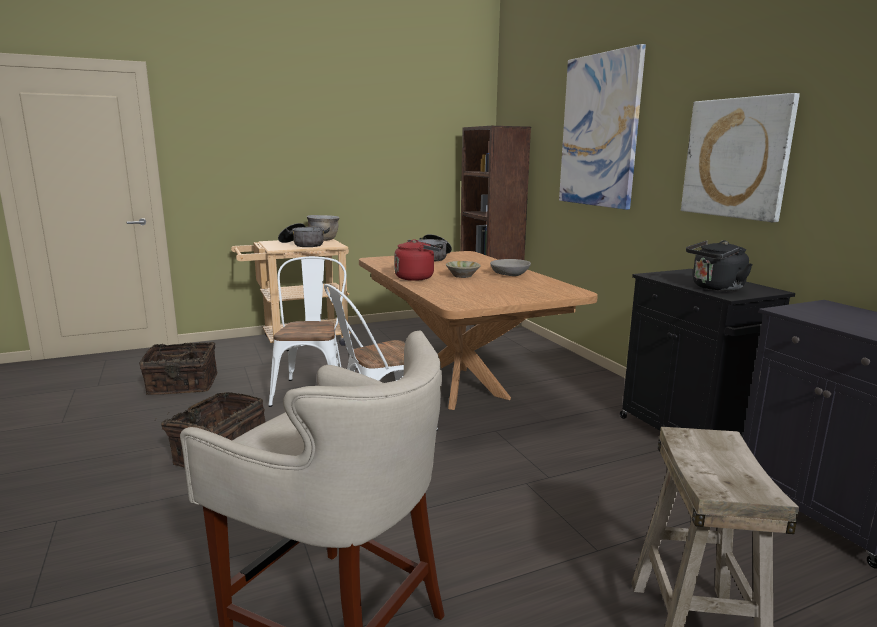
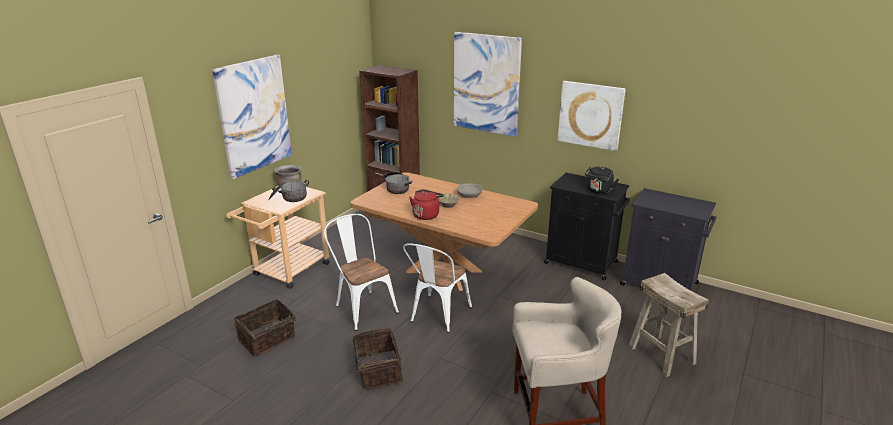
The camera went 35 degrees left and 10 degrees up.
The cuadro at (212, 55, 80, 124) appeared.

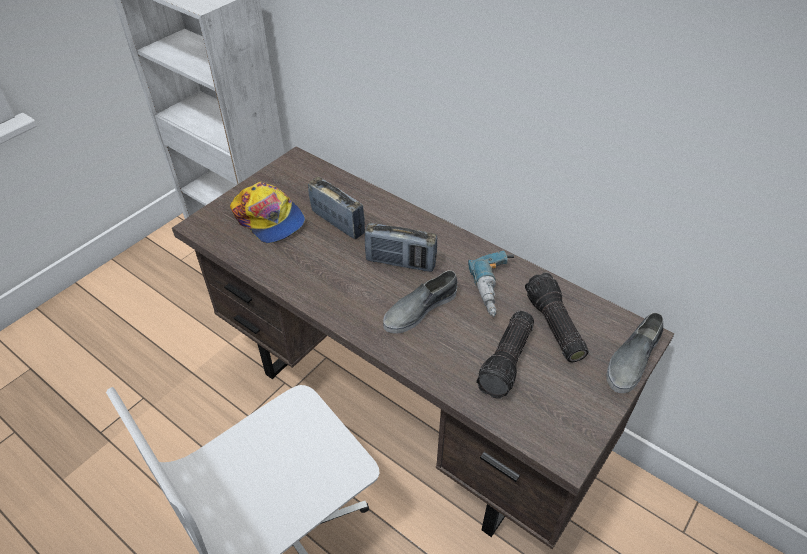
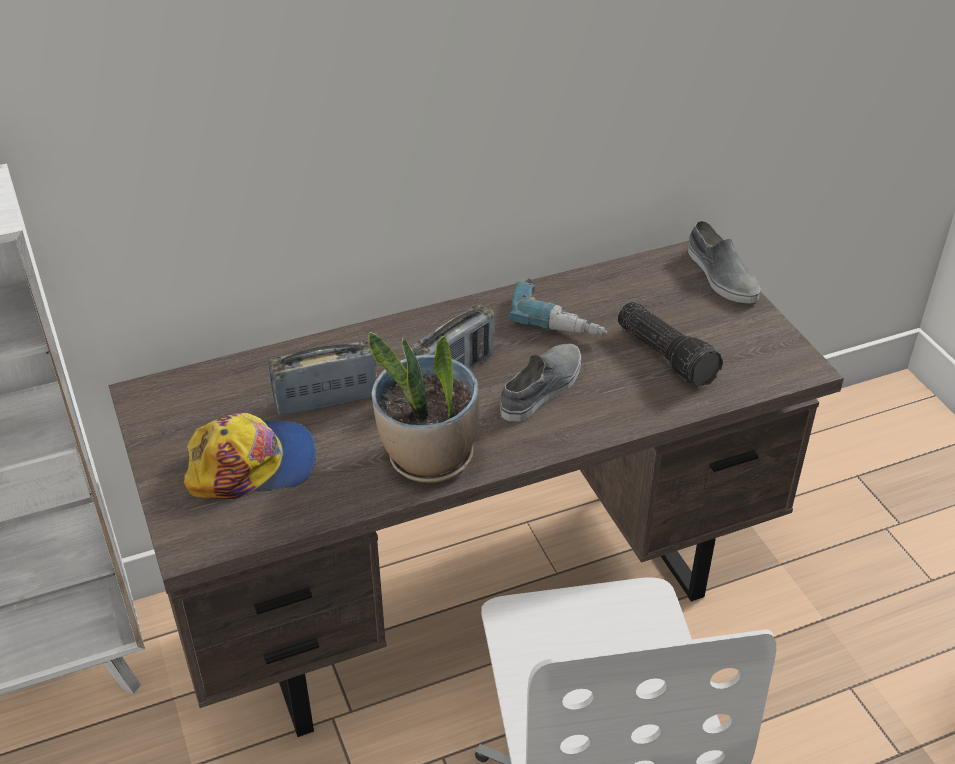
The camera went 60 degrees left and 5 degrees down.
The linterna at (525, 273, 64, 90) disappeared.
The planta en maceta at (368, 332, 111, 151) appeared.
The zapato (gris) at (383, 270, 75, 64) turned 135 degrees counterclockwise.

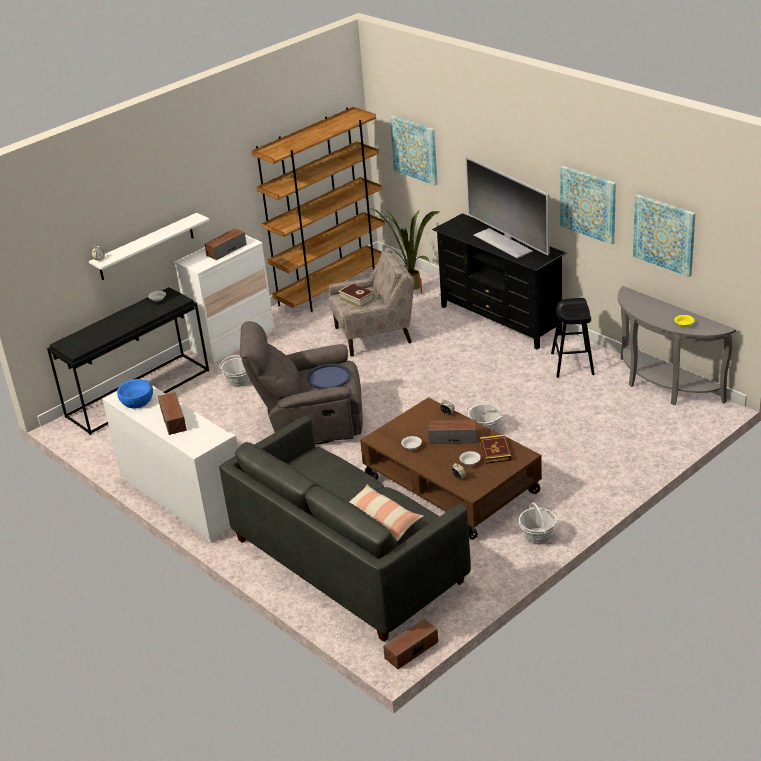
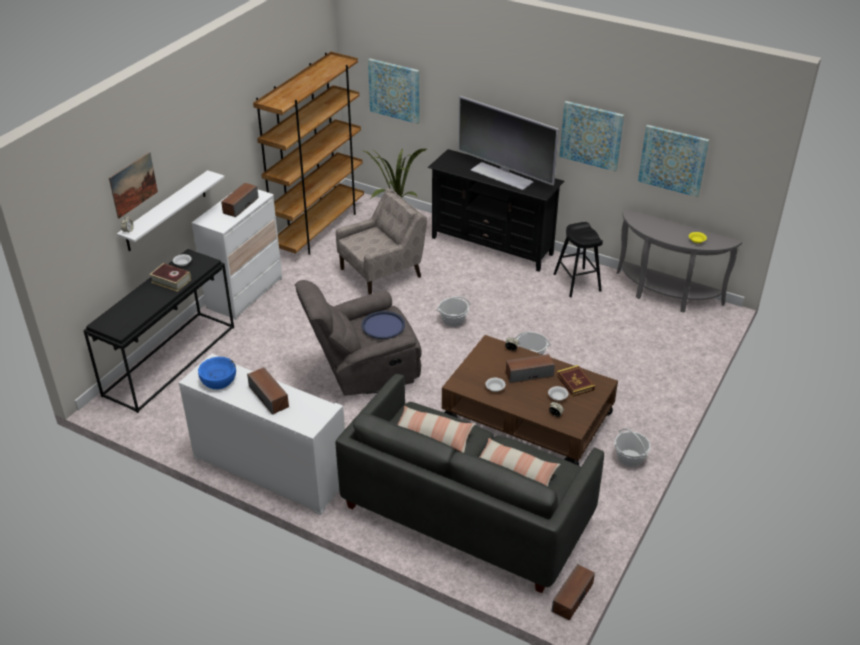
The camera went 20 degrees left and 5 degrees up.
The cuadro at (109, 152, 49, 67) appeared.
The cojín at (397, 406, 78, 47) appeared.
The cesta moved from (218, 355, 32, 32) to (437, 296, 33, 31).
The libro moved from (338, 283, 37, 25) to (149, 263, 42, 29).

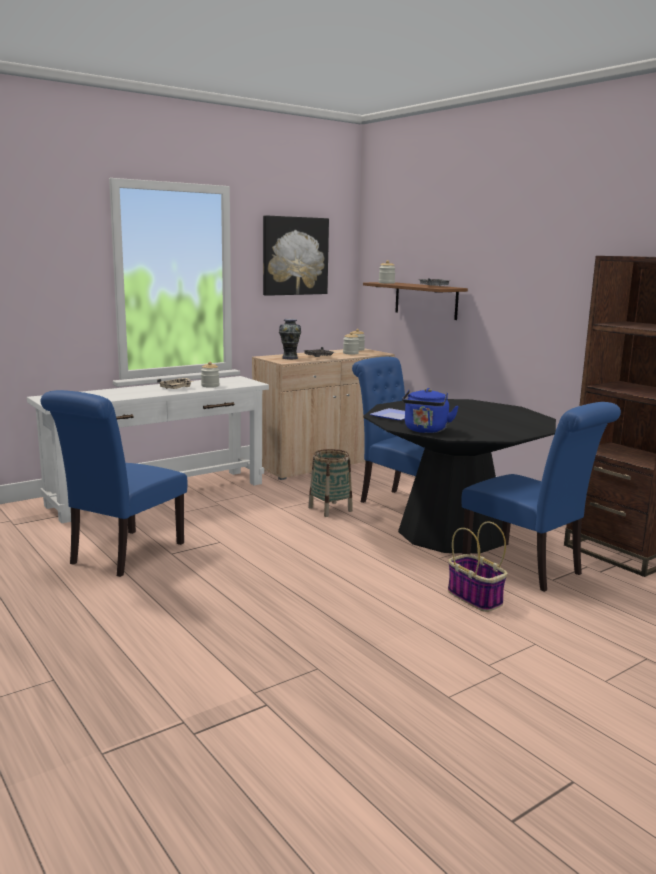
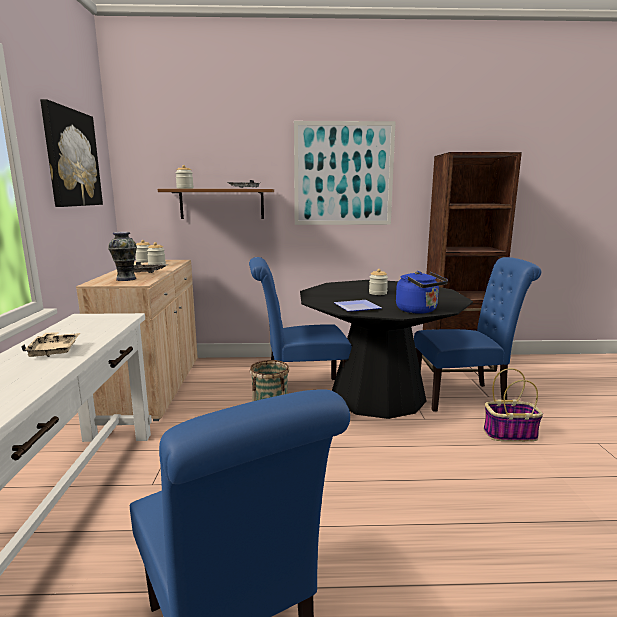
The camera went 55 degrees left and 0 degrees up.
The cuadro at (294, 121, 102, 104) appeared.
The tarro moved from (201, 362, 18, 26) to (369, 269, 19, 26).

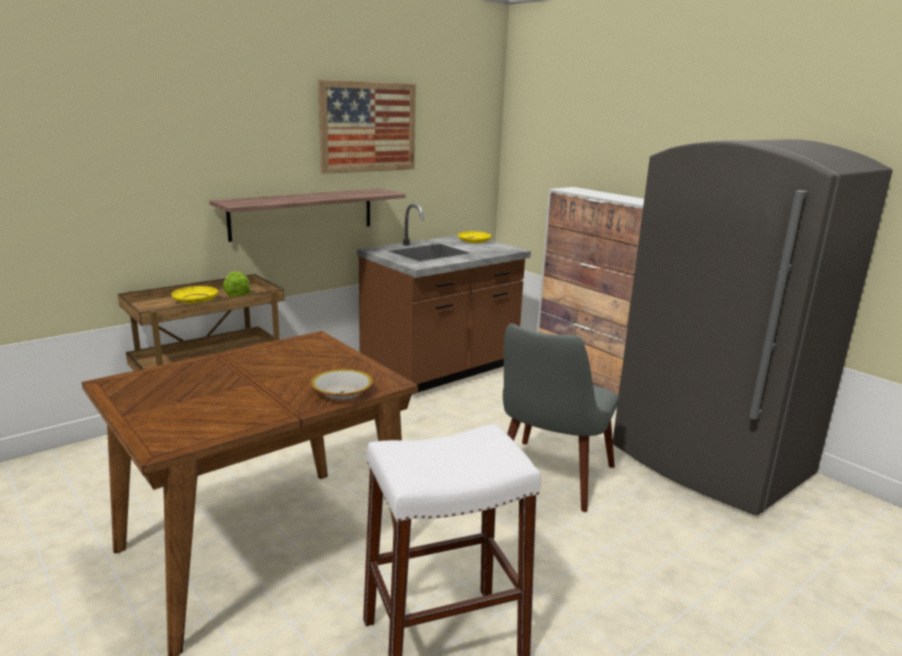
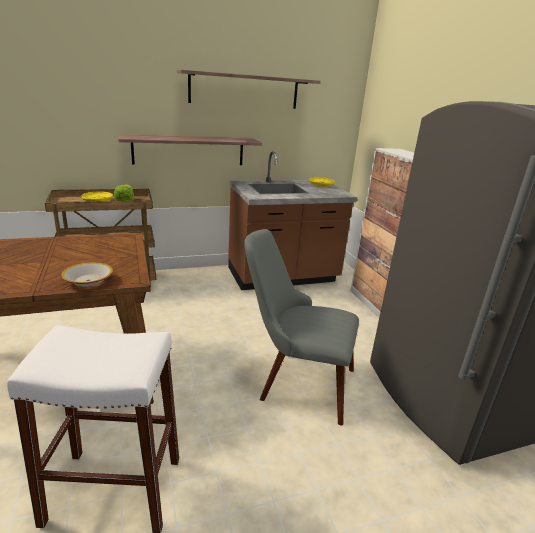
The camera went 20 degrees right and 5 degrees up.
The cuadro at (318, 80, 98, 94) was replaced by the estante at (177, 70, 144, 39).
The silla (gris) at (503, 323, 116, 189) turned 60 degrees clockwise.

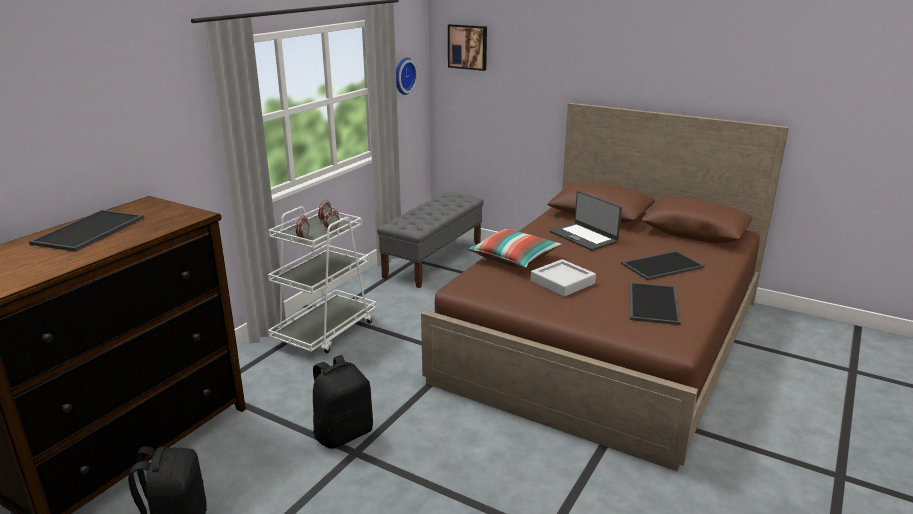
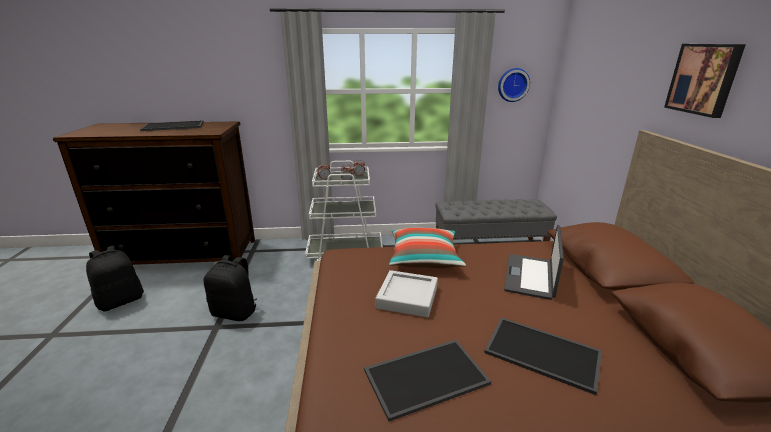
The camera went 55 degrees right and 0 degrees up.
The cuadro moved from (448, 24, 39, 47) to (664, 44, 82, 74).

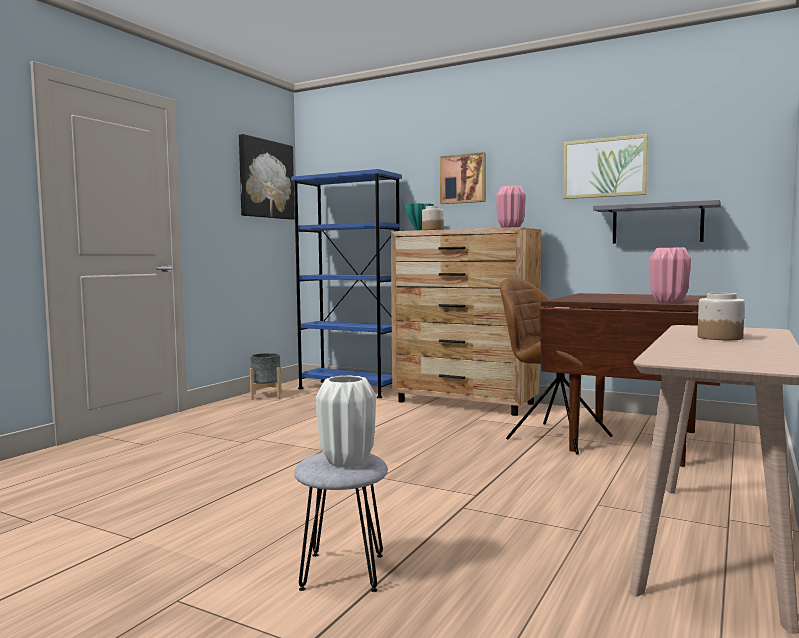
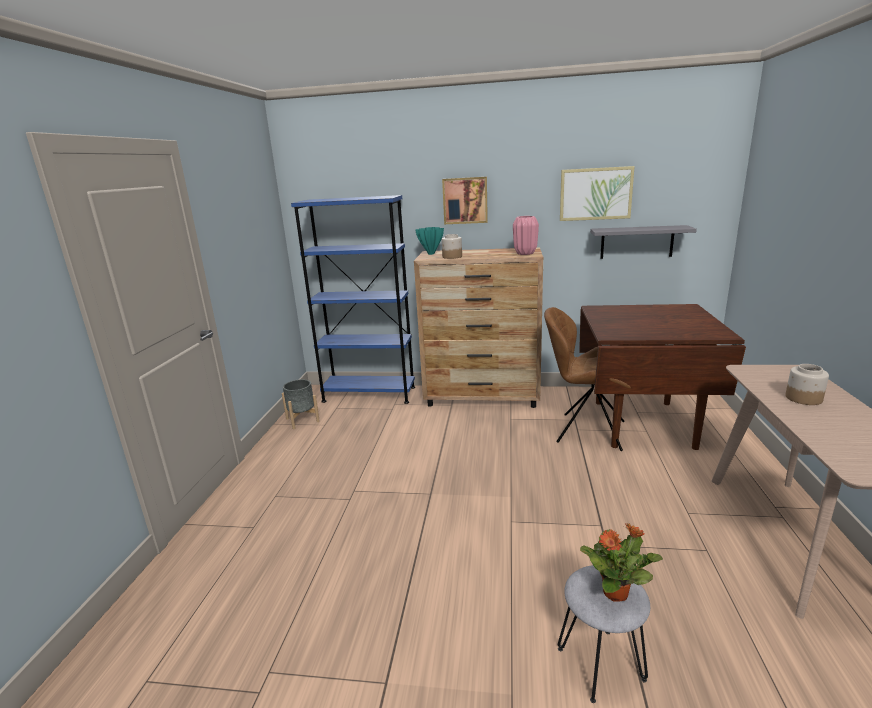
The camera went 20 degrees left and 15 degrees up.
The cuadro at (239, 134, 56, 86) disappeared.
The florero (rosa) at (650, 248, 41, 54) disappeared.
The florero (blanco) at (316, 375, 60, 92) was replaced by the planta en maceta at (580, 523, 83, 78).

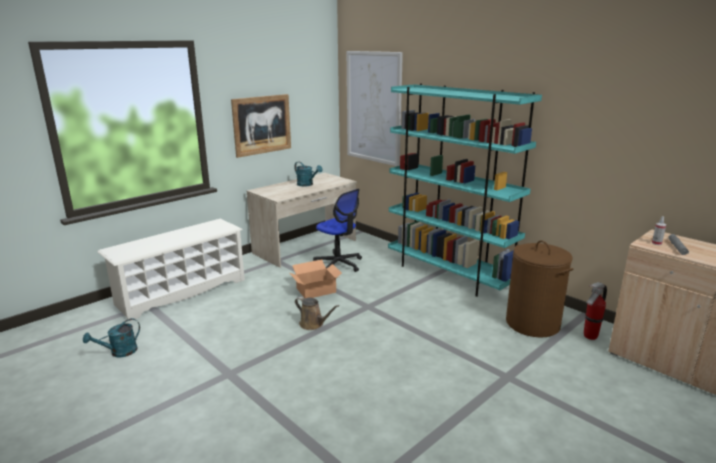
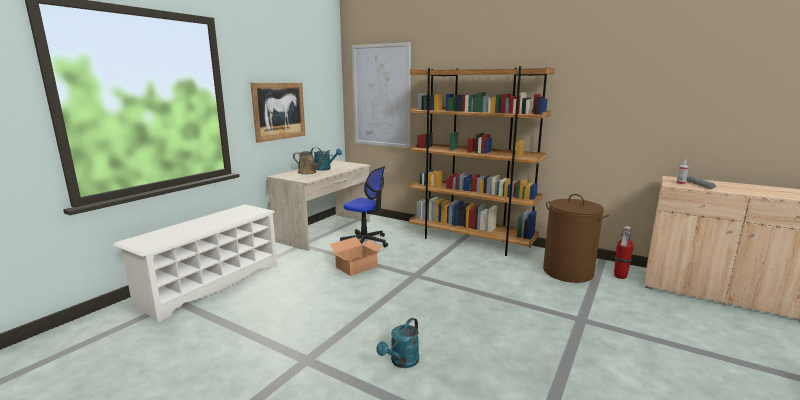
The camera went 15 degrees left and 5 degrees down.
The regadera (turquesa) moved from (83, 318, 57, 39) to (376, 318, 43, 50).
The regadera (marrón) moved from (295, 297, 44, 33) to (293, 150, 37, 25).
The estantería (turquesa) at (388, 84, 154, 213) became the estantería (marrón) at (409, 66, 146, 190).

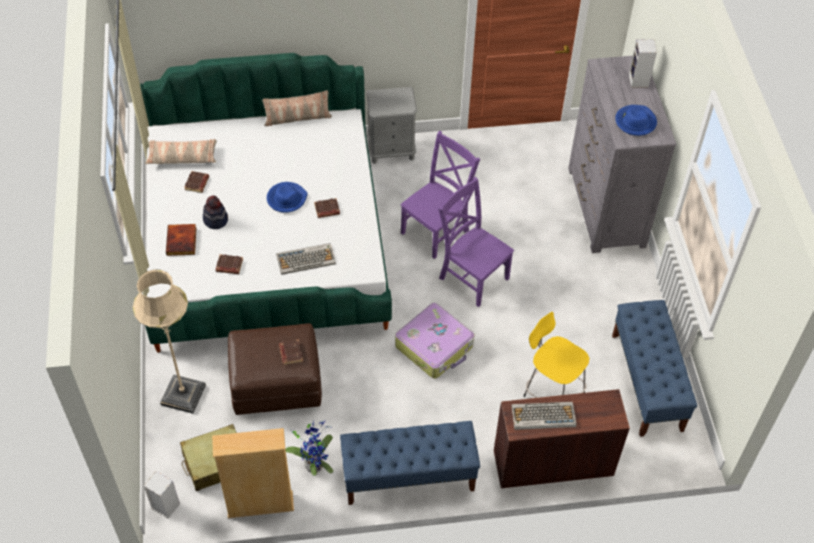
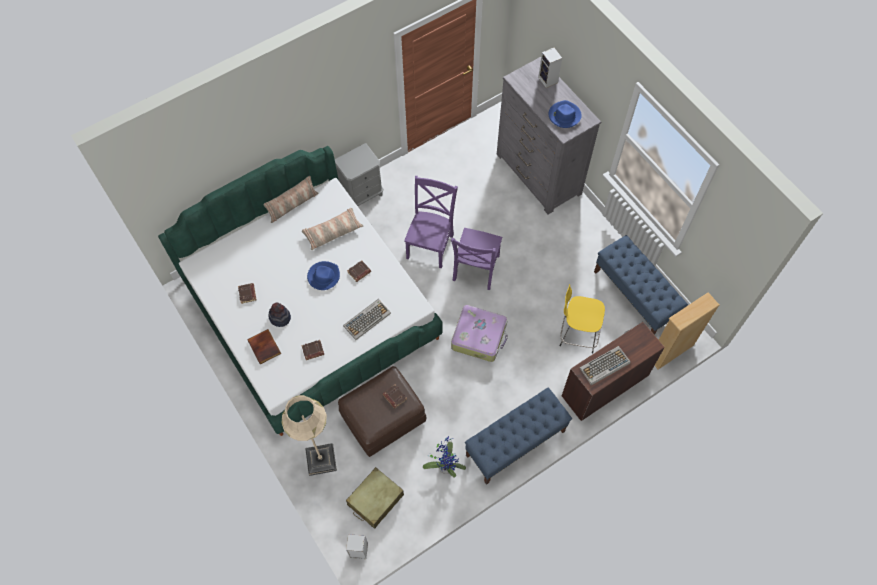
The camera went 25 degrees left and 10 degrees up.
The cojín moved from (145, 139, 72, 25) to (302, 208, 61, 42).
The estantería (beis) moved from (212, 428, 82, 90) to (655, 292, 64, 77).
The silla (morado) at (438, 177, 76, 130) turned 90 degrees counterclockwise.

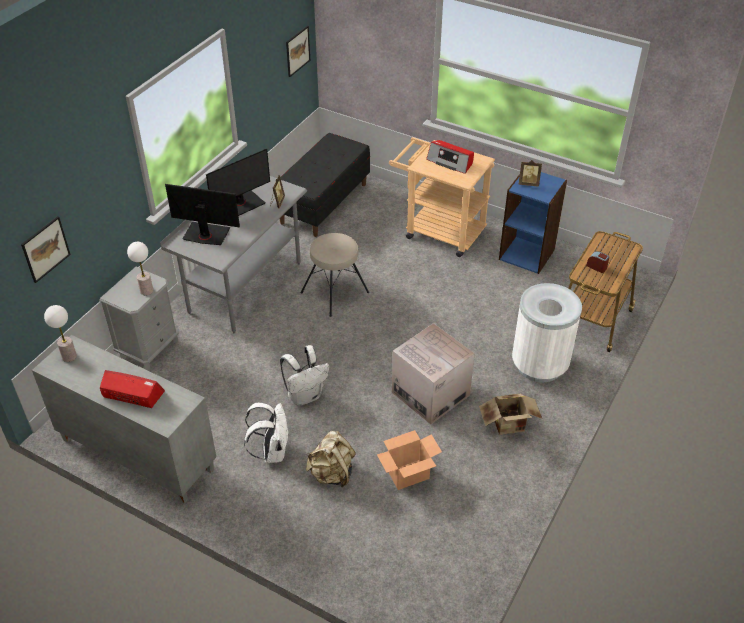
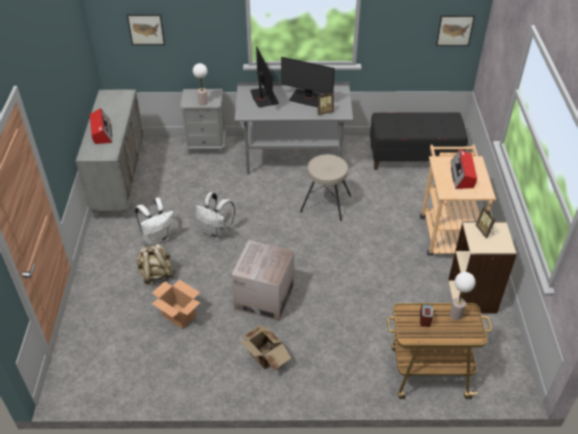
The camera went 60 degrees right and 0 degrees up.
The papelera (blanco) at (512, 283, 70, 99) disappeared.
The lámpara de mesa moved from (44, 305, 33, 57) to (450, 272, 26, 48).
The estantería (azul) at (499, 172, 68, 102) became the estantería (beis) at (448, 221, 69, 93).

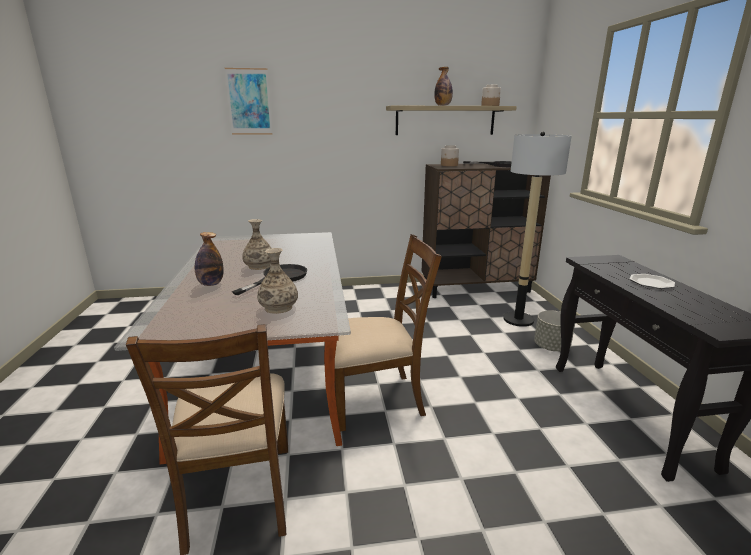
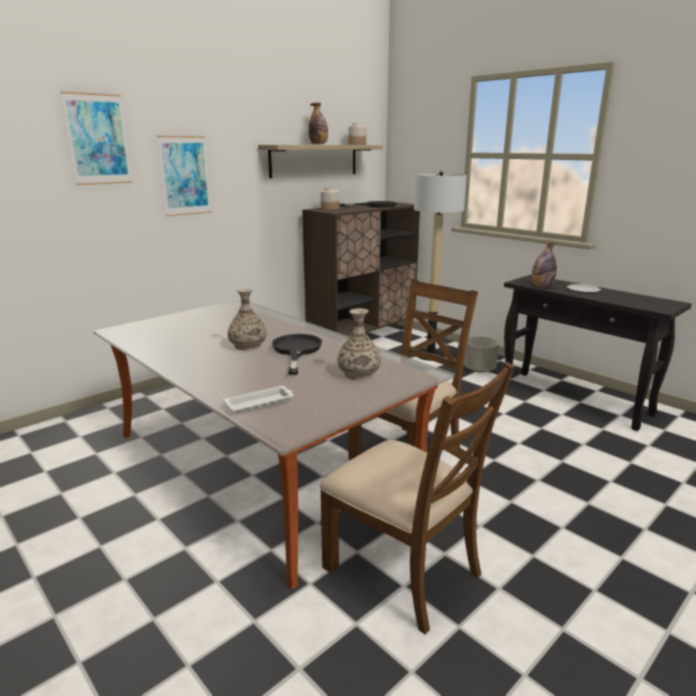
The camera went 35 degrees left and 0 degrees up.
The cuadro at (158, 136, 54, 80) appeared.
The bandeja (blanco) at (223, 386, 71, 27) appeared.
The botella moved from (195, 232, 29, 54) to (531, 242, 26, 45).

